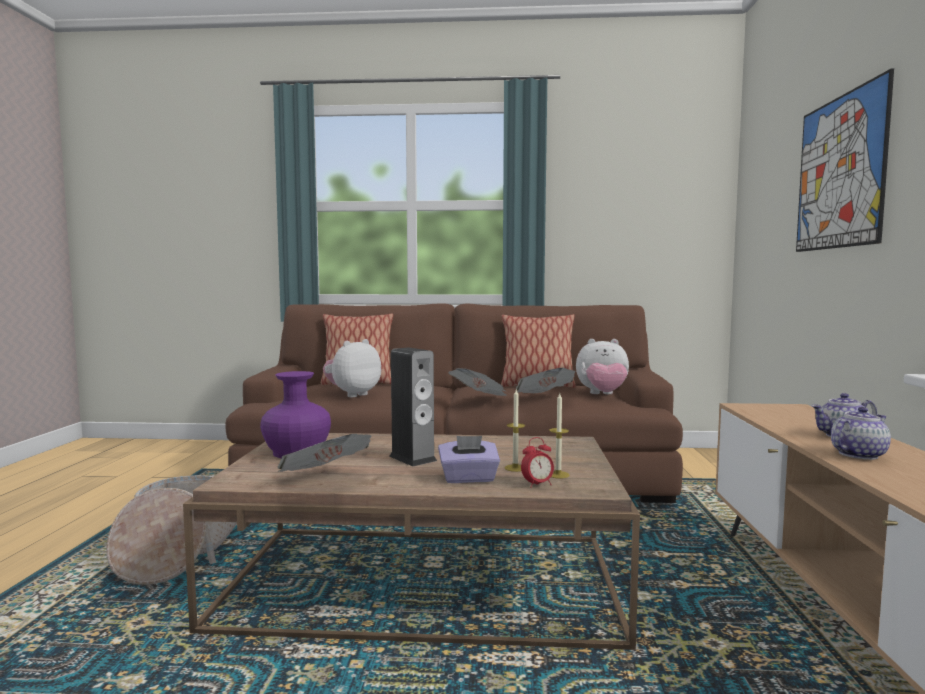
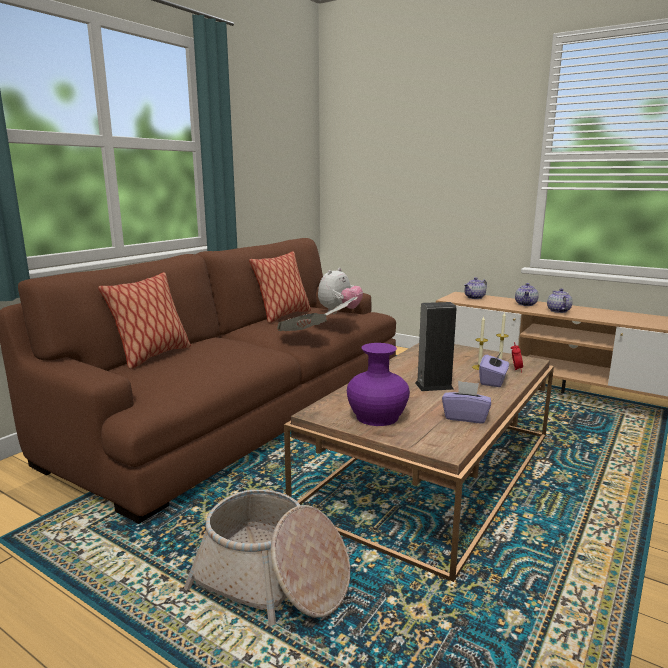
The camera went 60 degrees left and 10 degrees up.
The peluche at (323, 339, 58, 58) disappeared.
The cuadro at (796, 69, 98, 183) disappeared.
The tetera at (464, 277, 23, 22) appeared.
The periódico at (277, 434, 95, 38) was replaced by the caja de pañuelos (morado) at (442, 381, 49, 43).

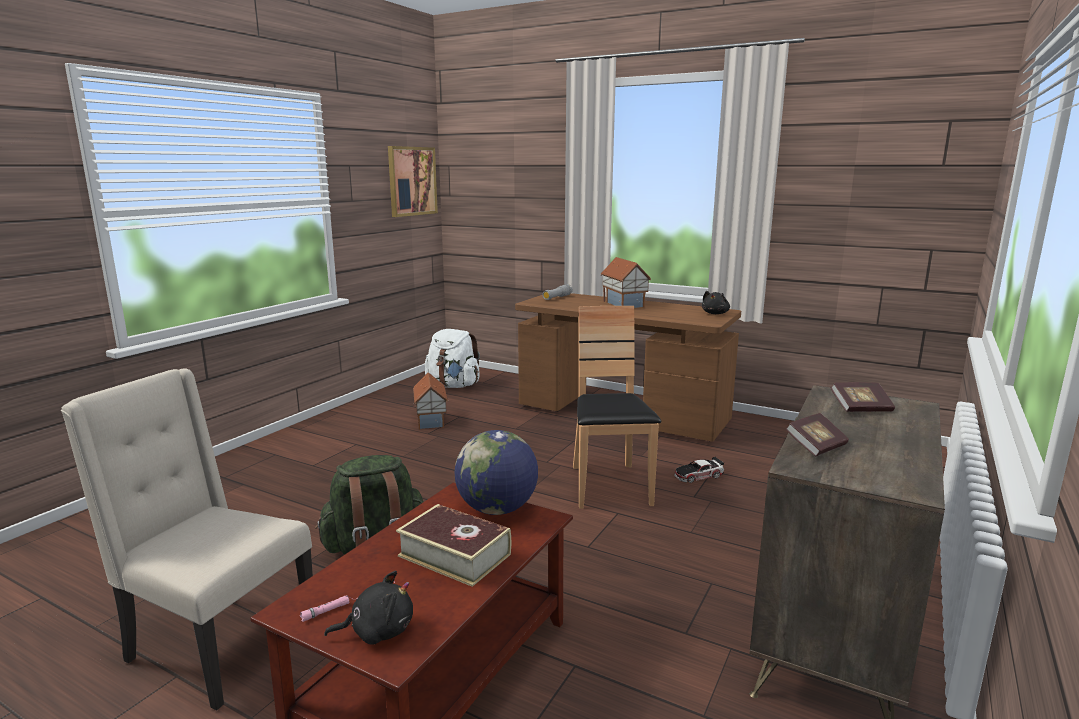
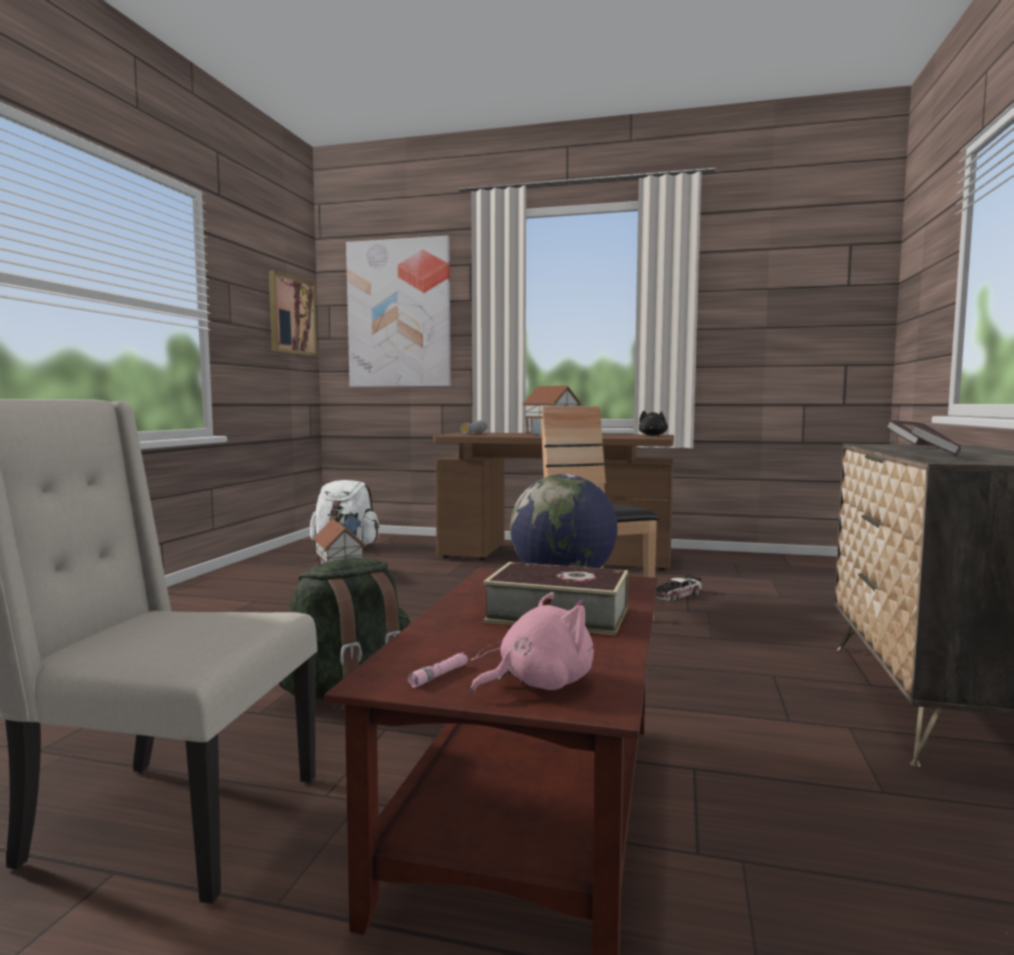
The camera went 15 degrees left and 10 degrees down.
The cuadro at (346, 236, 105, 151) appeared.
The peluche (negro) at (324, 571, 89, 74) became the peluche (rosa) at (470, 592, 124, 101).

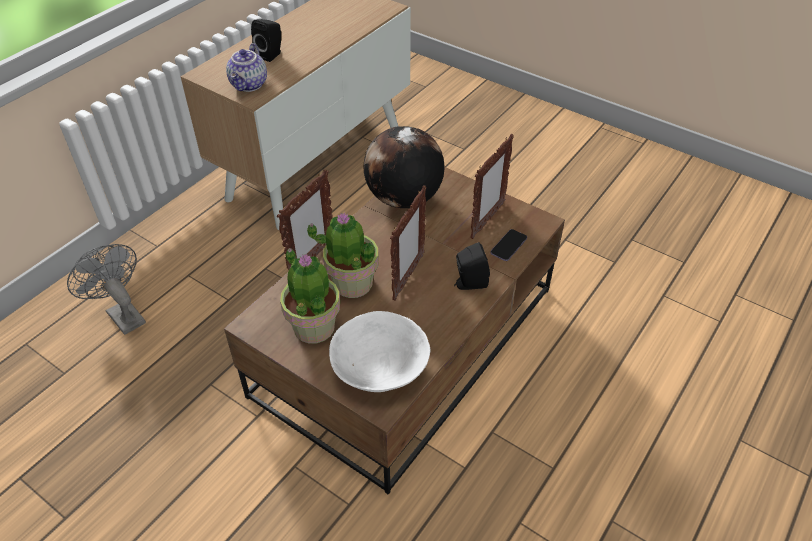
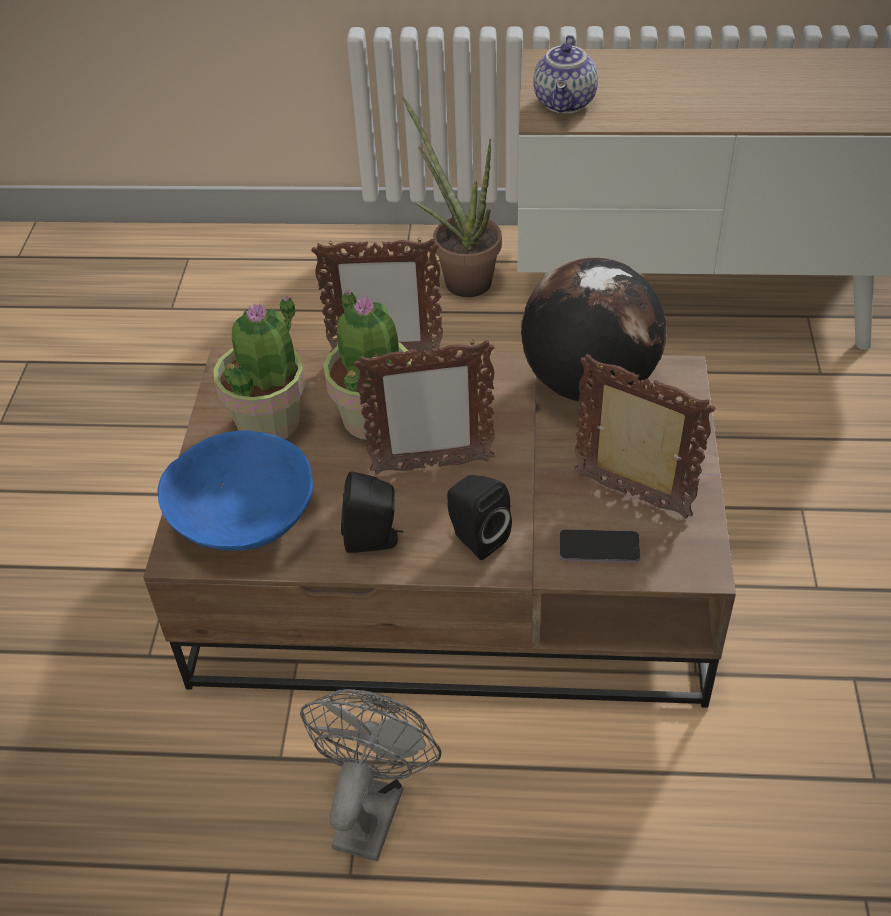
The camera went 60 degrees right and 0 degrees up.
The planta en maceta at (402, 97, 100, 200) appeared.
The ventilador (gris) moved from (67, 244, 79, 91) to (300, 689, 141, 172).
The altavoz (negro) moved from (251, 19, 30, 43) to (341, 471, 63, 82).
The cuenco (blanco) at (329, 311, 101, 81) became the cuenco (azul) at (157, 431, 156, 120).
The tetera at (226, 43, 41, 49) turned 60 degrees counterclockwise.
The portarretratos at (470, 134, 44, 105) turned 150 degrees counterclockwise.

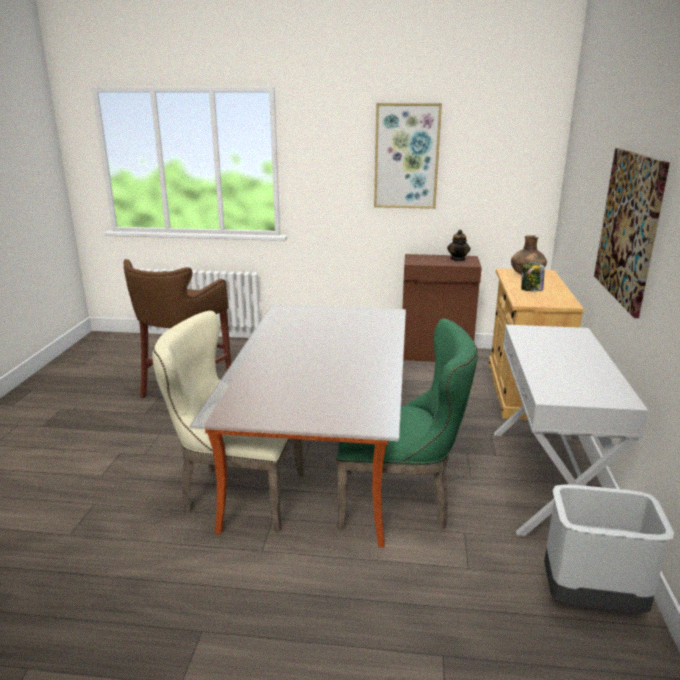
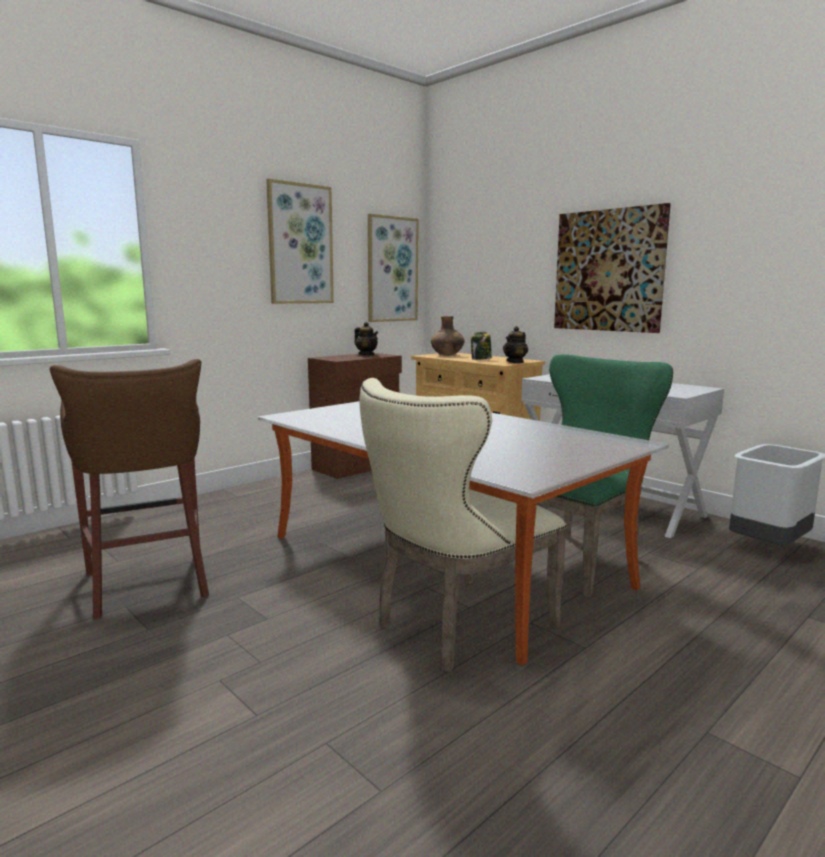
The camera went 50 degrees left and 10 degrees down.
The cuadro at (368, 214, 51, 108) appeared.
The tetera at (503, 326, 25, 37) appeared.

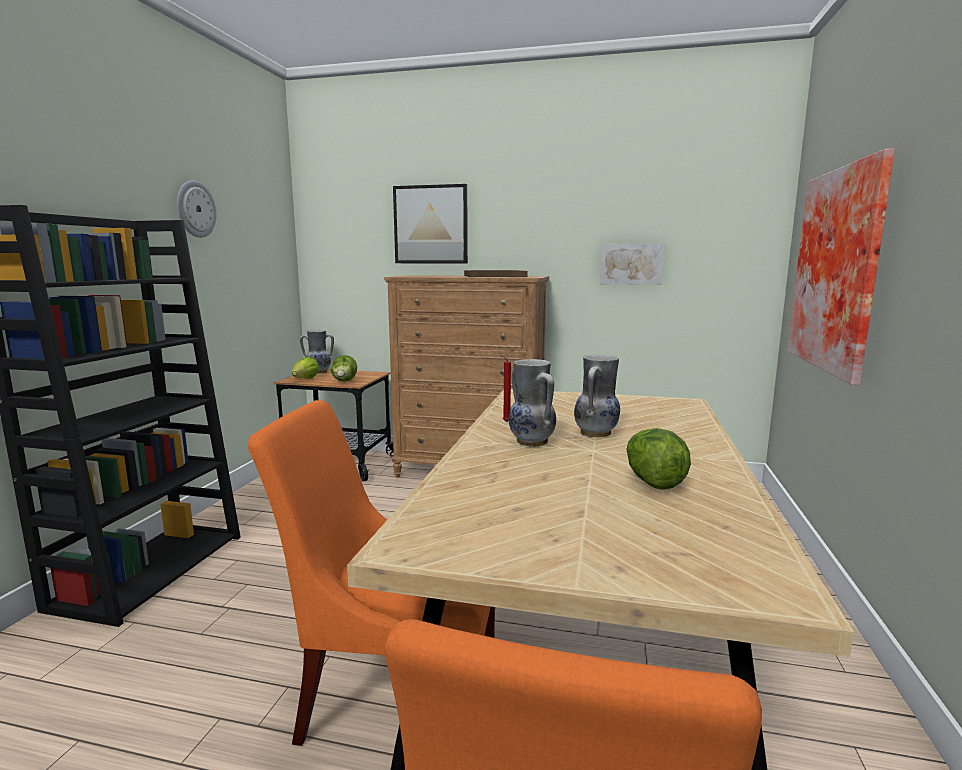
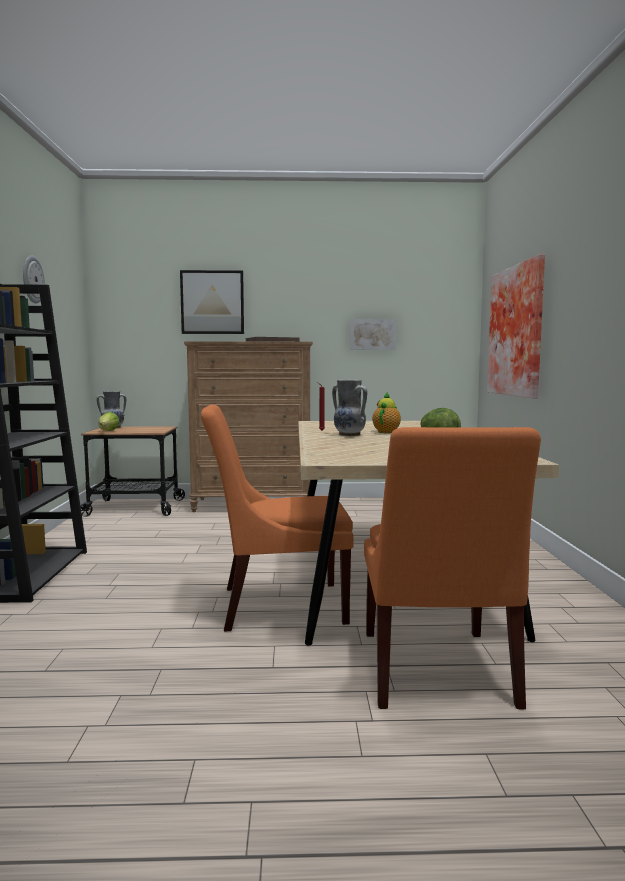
The camera went 15 degrees left and 5 degrees down.
The lechuga at (331, 355, 26, 26) disappeared.
The florero at (574, 354, 46, 83) was replaced by the tetera at (372, 392, 29, 41).

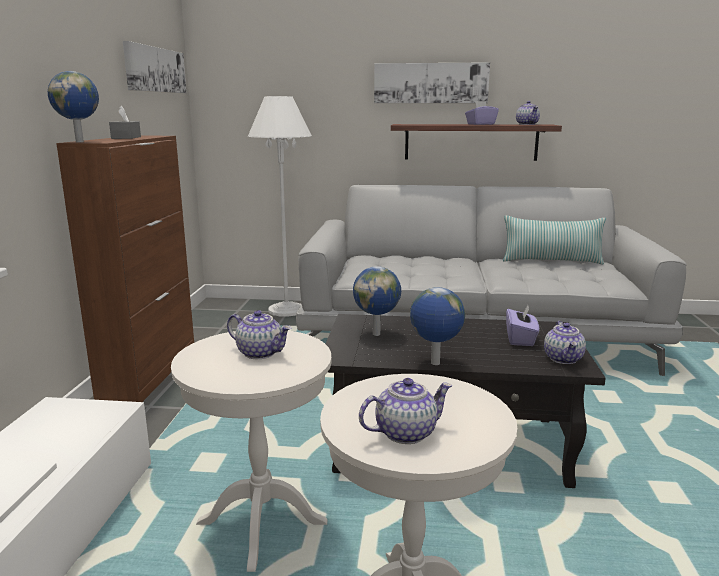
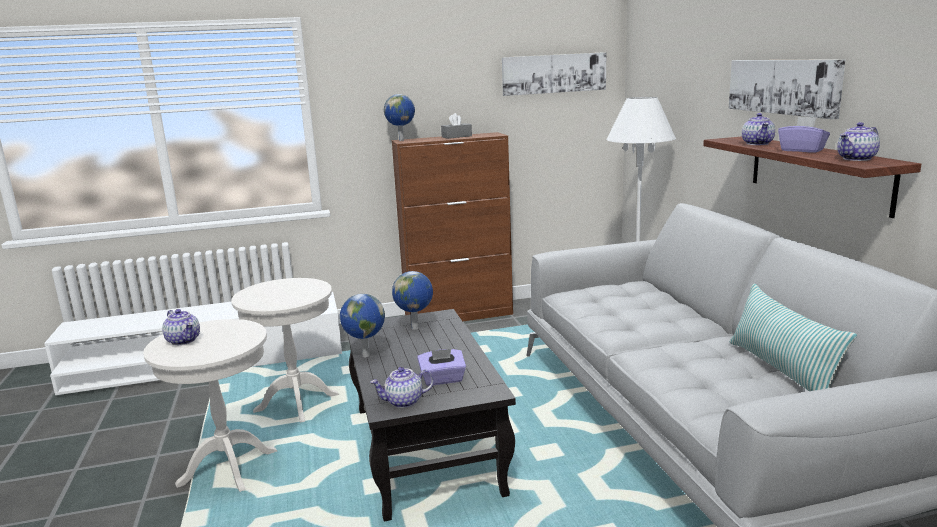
The camera went 70 degrees right and 0 degrees up.
The tetera moved from (227, 310, 65, 49) to (742, 113, 33, 32).

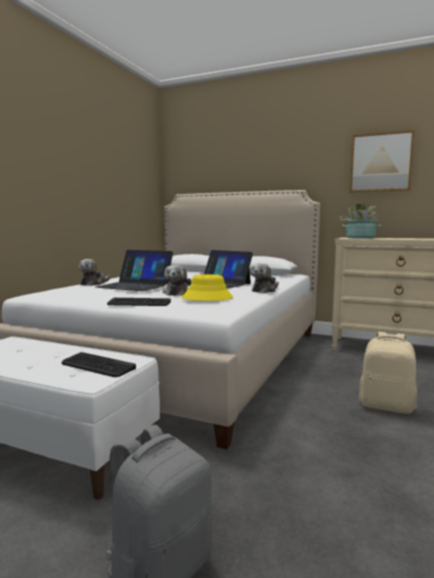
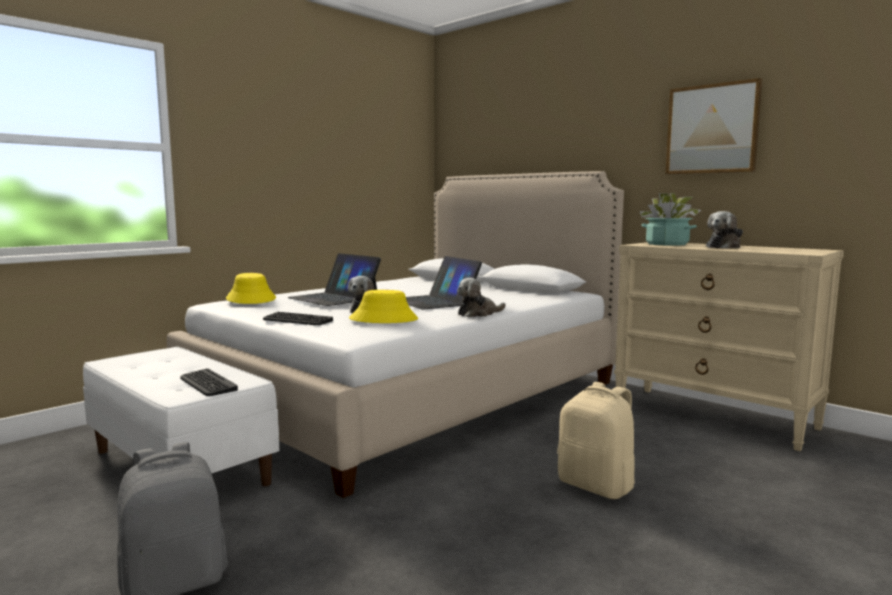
The camera went 20 degrees right and 0 degrees up.
The sombrero (amarillo) at (226, 273, 50, 31) appeared.
The peluche moved from (79, 259, 31, 27) to (706, 211, 37, 38).

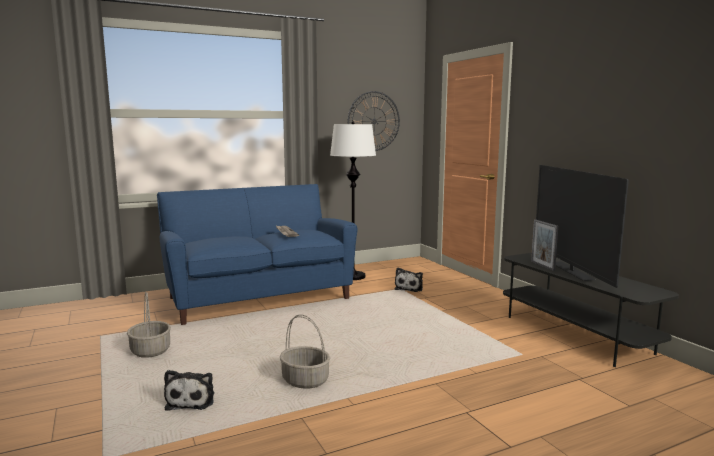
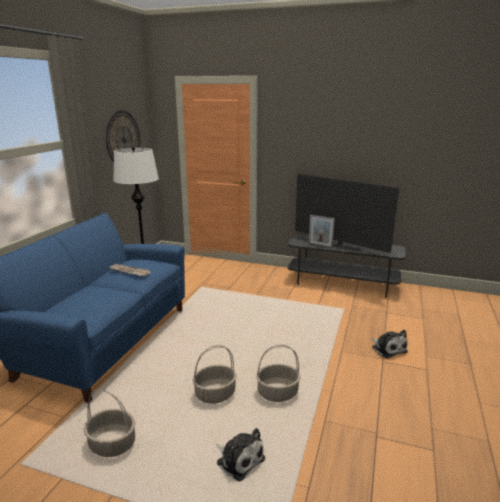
The camera went 45 degrees left and 10 degrees up.
The cesta at (193, 345, 44, 59) appeared.
The peluche moved from (395, 267, 28, 25) to (371, 330, 37, 29).

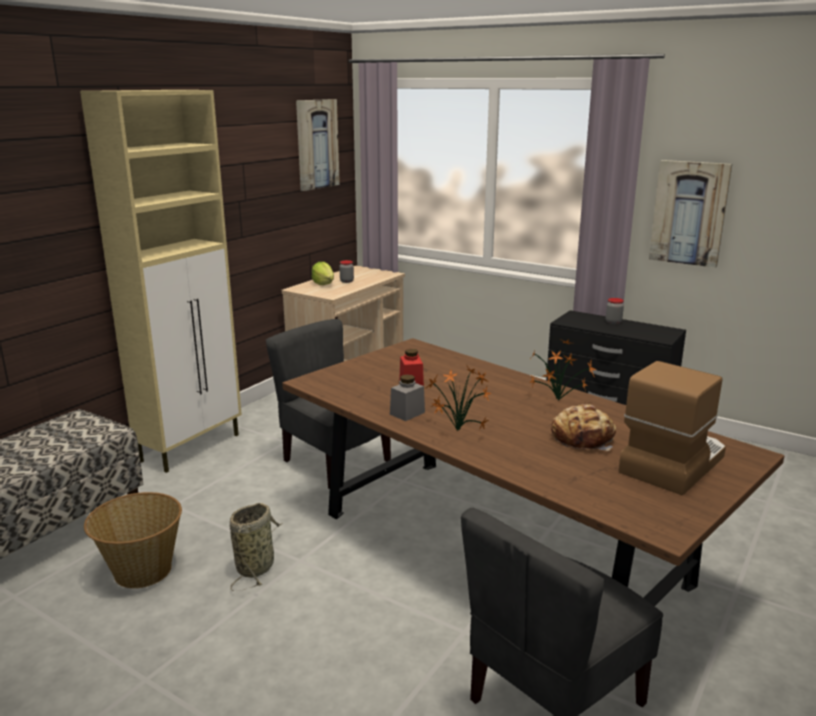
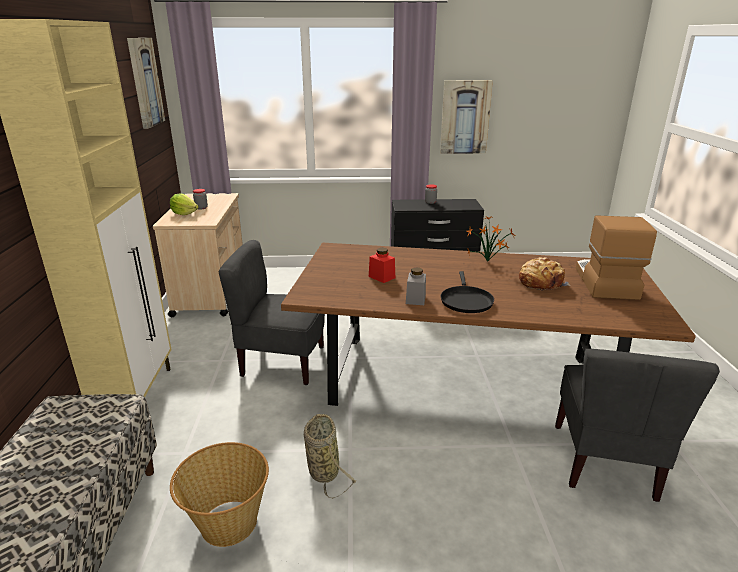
The camera went 35 degrees left and 5 degrees up.
The planta en maceta at (424, 366, 67, 65) was replaced by the sartén (negro) at (441, 271, 53, 42).

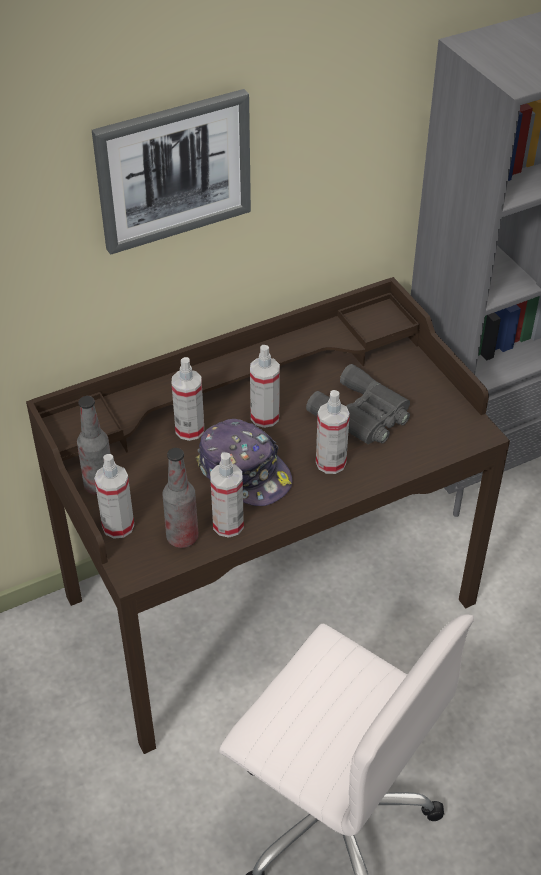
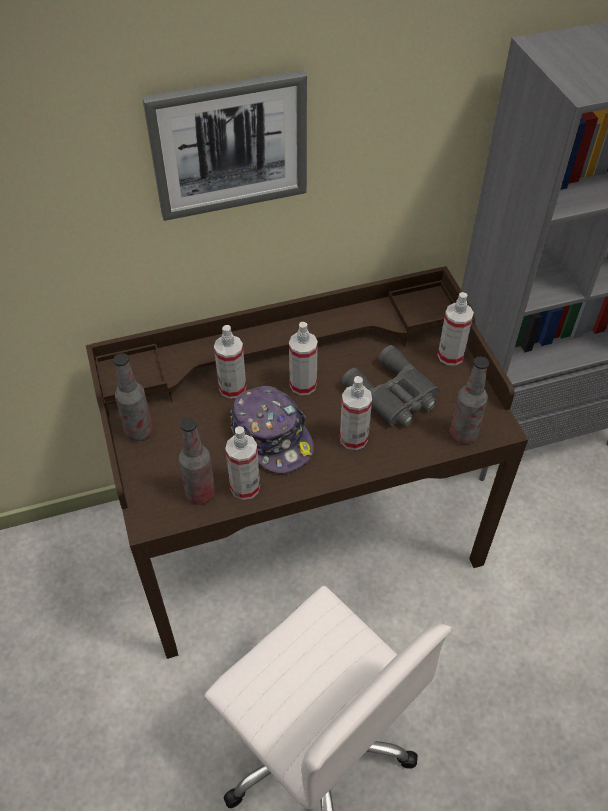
The camera went 10 degrees right and 5 degrees up.
The botella at (450, 356, 39, 88) appeared.
The pulverizador moved from (94, 454, 40, 85) to (438, 292, 36, 74).

